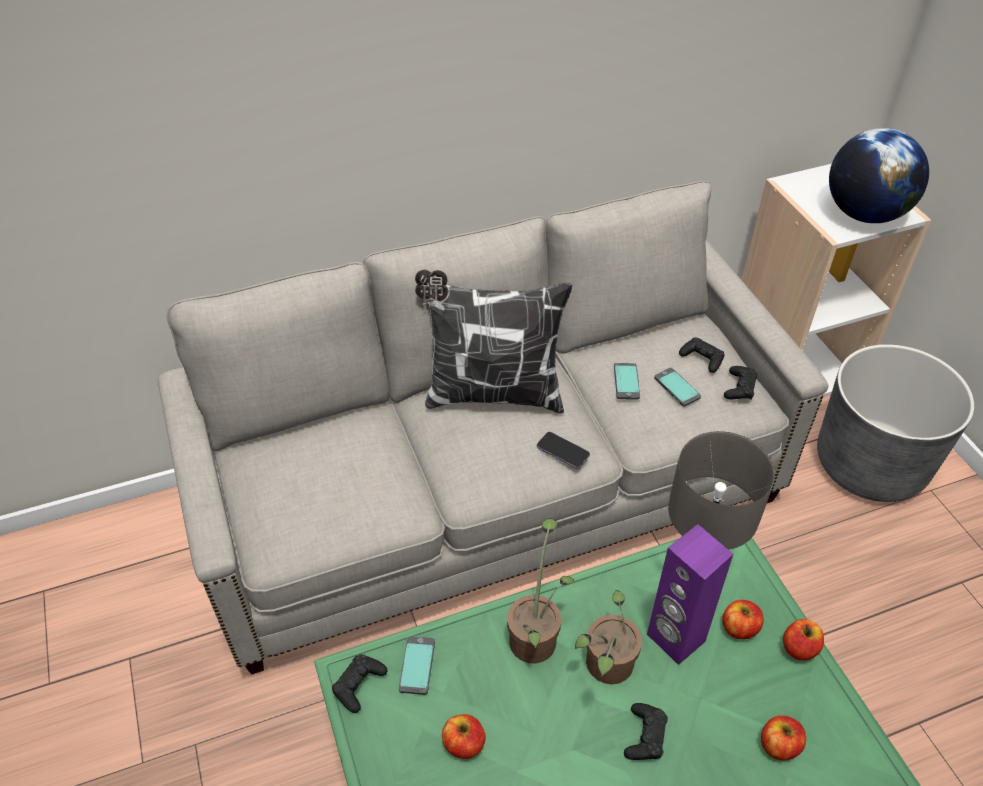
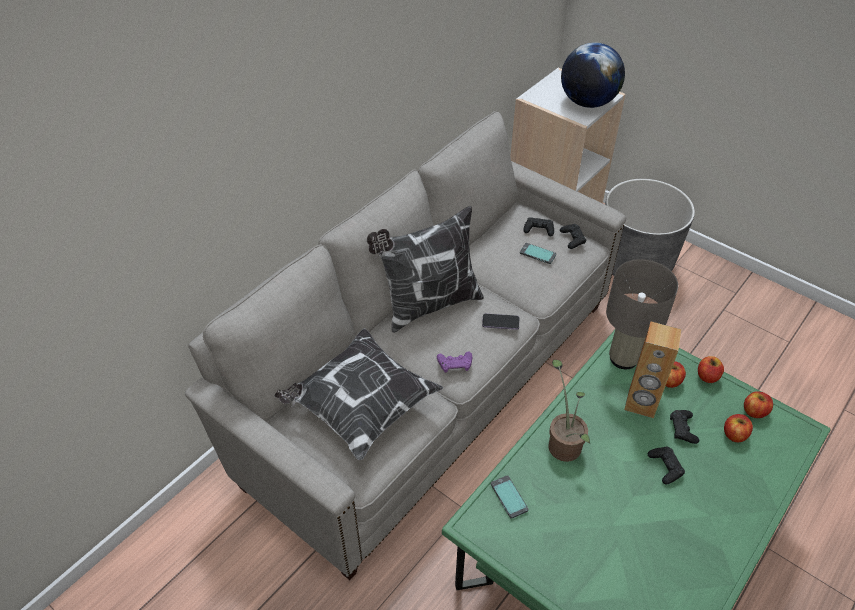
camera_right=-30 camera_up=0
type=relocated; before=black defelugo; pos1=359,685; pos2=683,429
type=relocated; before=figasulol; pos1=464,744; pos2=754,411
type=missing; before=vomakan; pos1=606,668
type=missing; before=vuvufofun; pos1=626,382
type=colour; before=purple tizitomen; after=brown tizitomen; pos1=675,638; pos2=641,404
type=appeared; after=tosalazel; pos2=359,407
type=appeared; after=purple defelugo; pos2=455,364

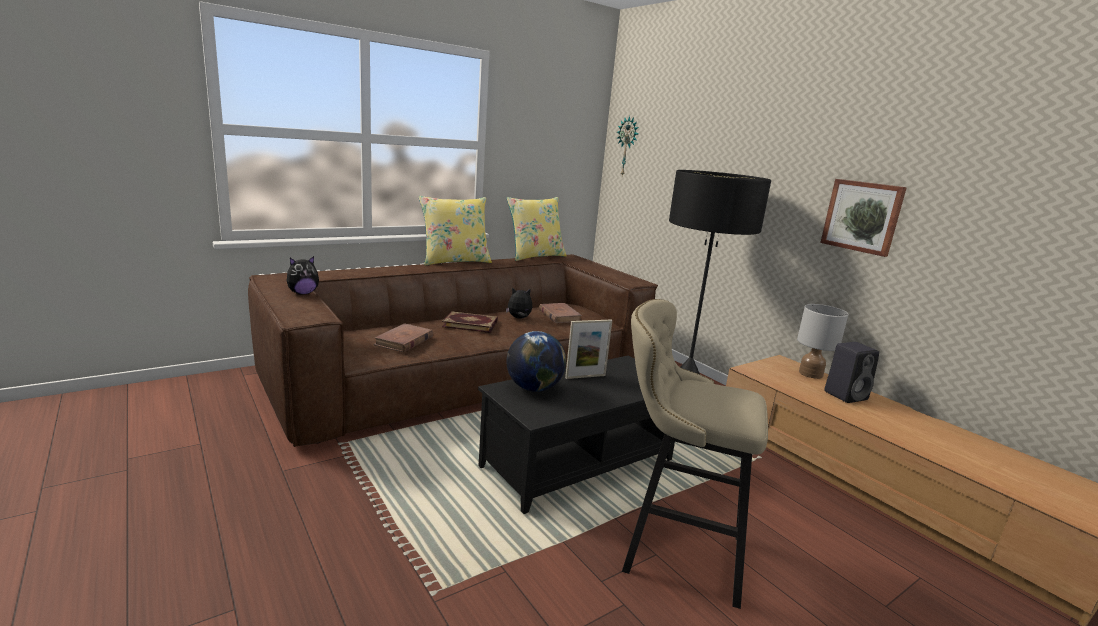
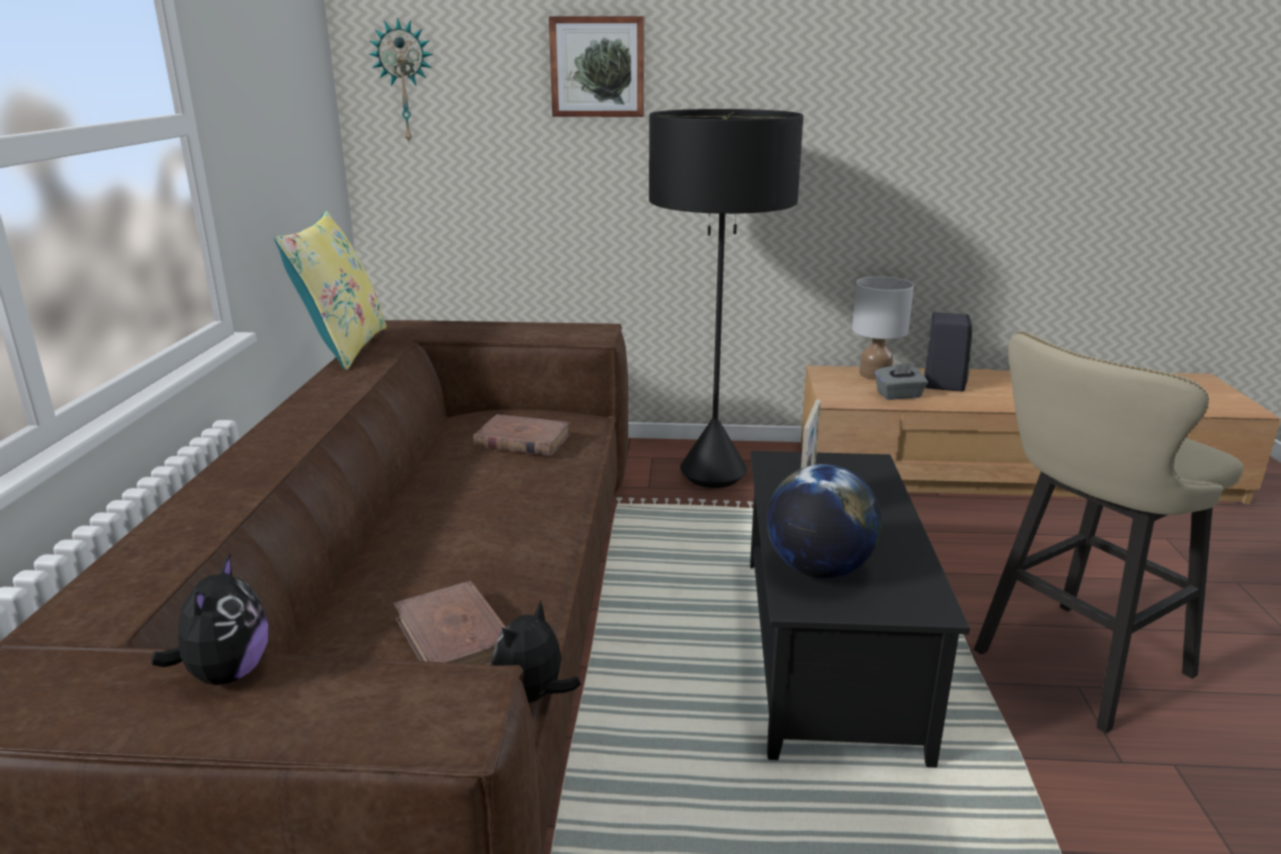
camera_right=-50 camera_up=5
type=missing; before=yellow tosalazel; pos1=455,261
type=missing; before=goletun; pos1=470,324
type=relocated; before=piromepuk; pos1=519,318; pos2=532,697
type=relocated; before=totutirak; pos1=862,216; pos2=597,67
type=appeared; after=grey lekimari; pos2=899,395

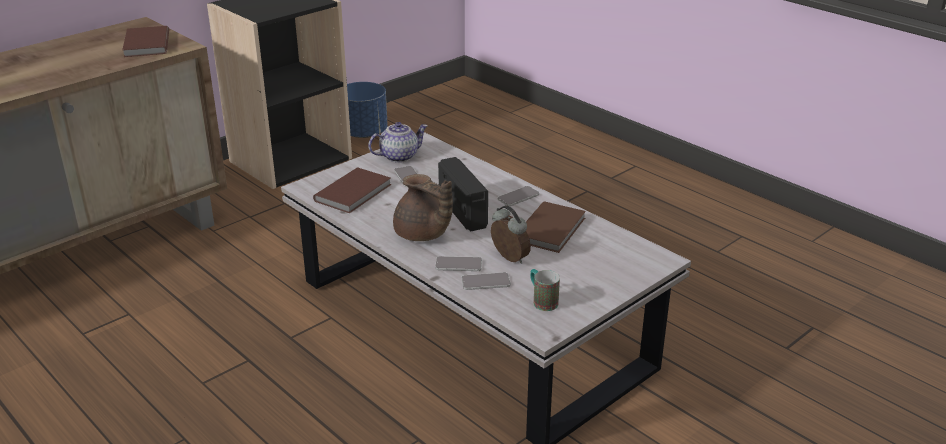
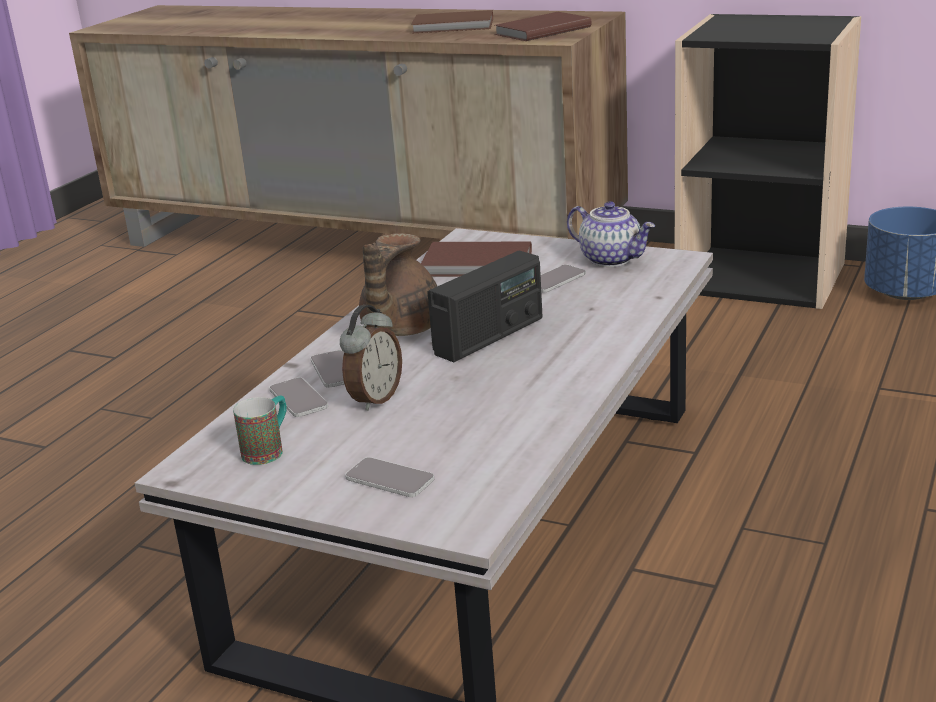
camera_right=70 camera_up=-5
type=relocated; before=vuvufofun; pos1=518,197; pos2=389,479
type=relocated; before=brown goletun; pos1=552,229; pos2=454,26

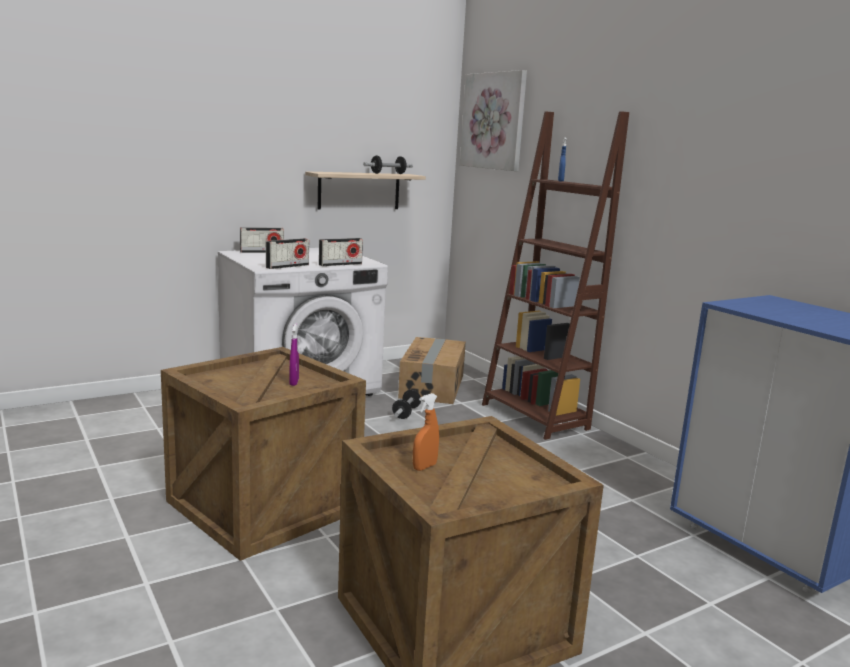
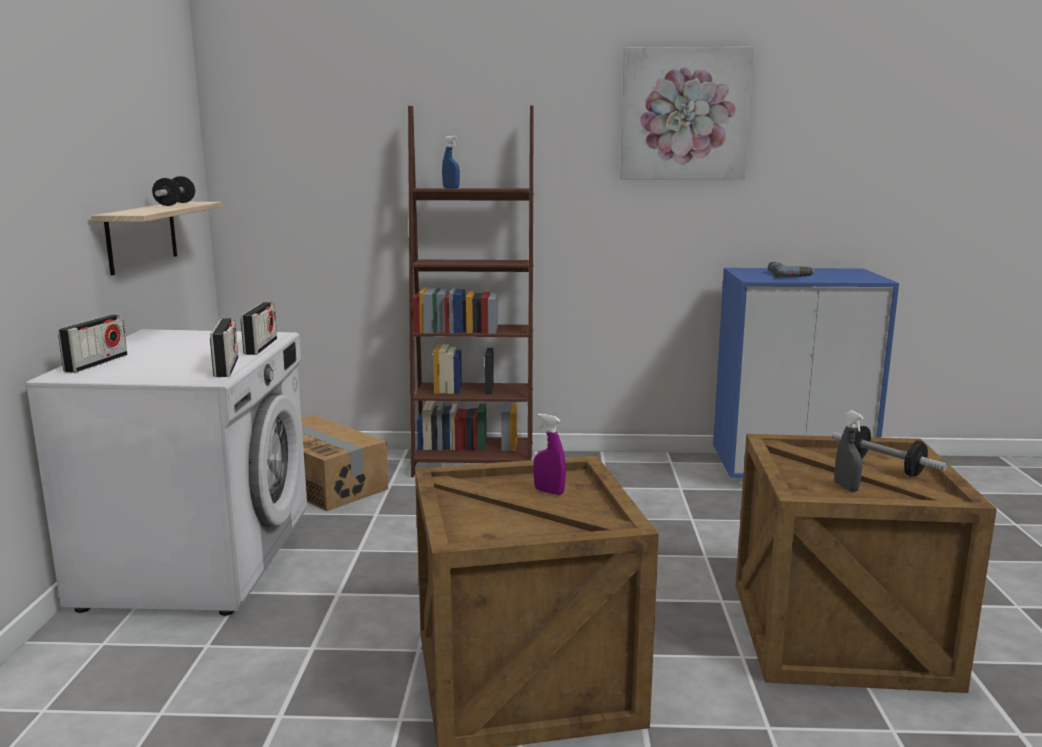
camera_right=-55 camera_up=0
type=relocated; before=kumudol; pos1=406,413; pos2=885,467
type=colour; before=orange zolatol; after=grey zolatol; pos1=424,467; pos2=846,487
type=relocated; before=totutirak; pos1=494,121; pos2=684,114
type=appeared; after=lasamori; pos2=787,275

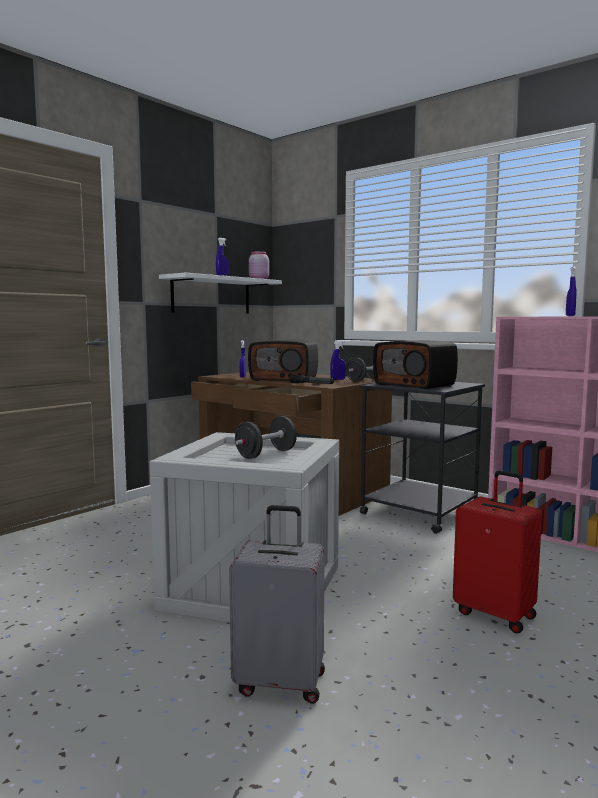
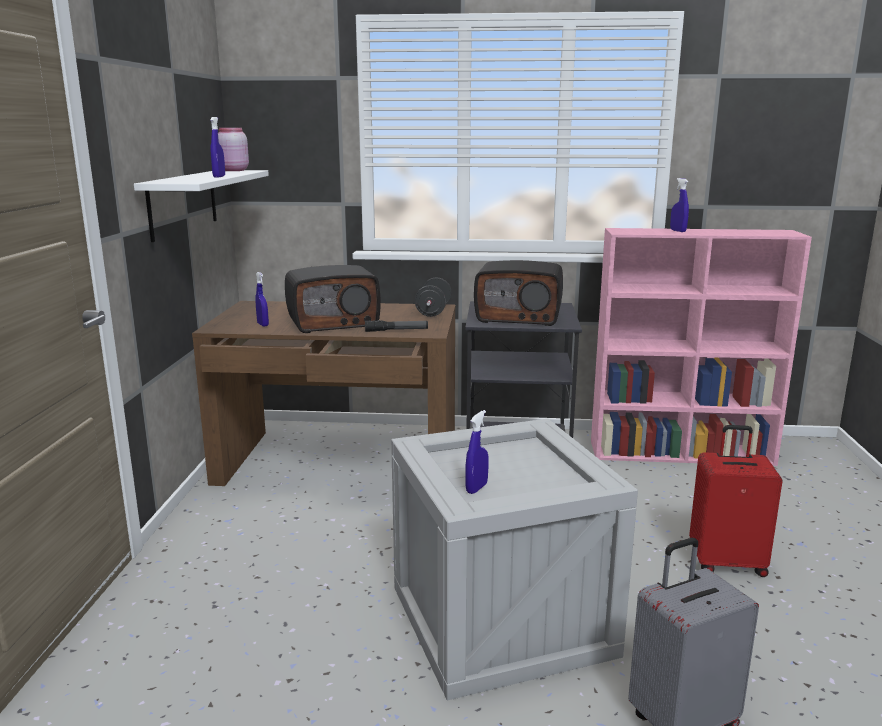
camera_right=-35 camera_up=10
type=missing; before=black kumudol; pos1=266,454
type=relocated; before=blue zolatol; pos1=338,379; pos2=476,488

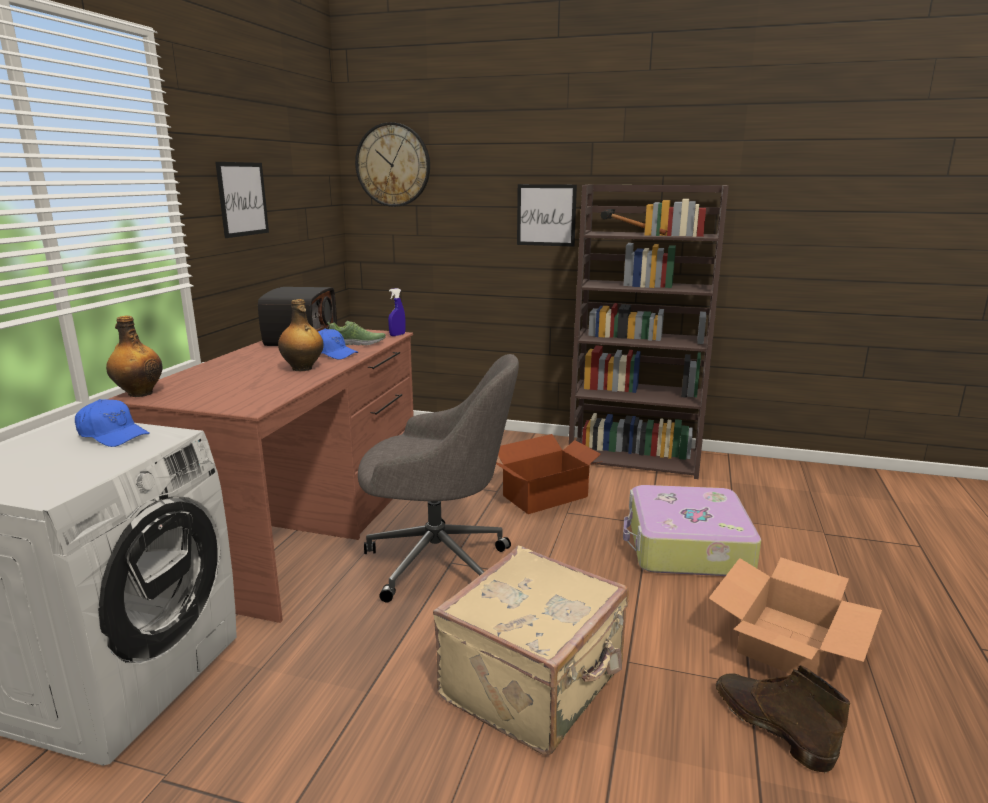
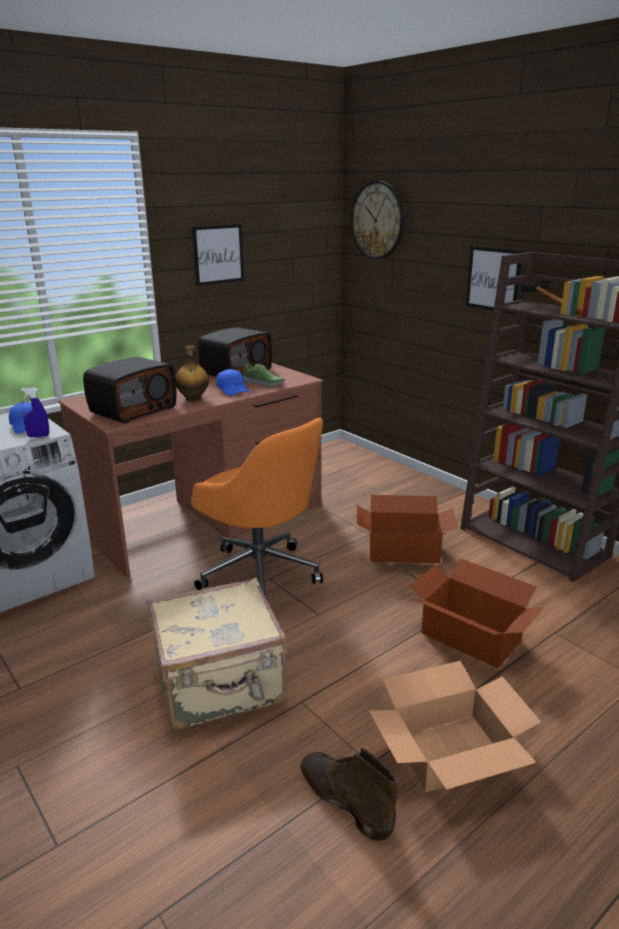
camera_right=35 camera_up=5
type=missing; before=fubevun; pos1=139,393
type=colour; before=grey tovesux; after=orange tovesux; pos1=438,562; pos2=261,575
type=relocated; before=blue zolatol; pos1=397,335; pos2=38,436
type=exchanged; before=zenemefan; after=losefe; pos1=686,547; pos2=470,638
type=spun; before=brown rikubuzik; pos1=770,725; pos2=344,798; turn=-45
type=appeared; after=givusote; pos2=133,410

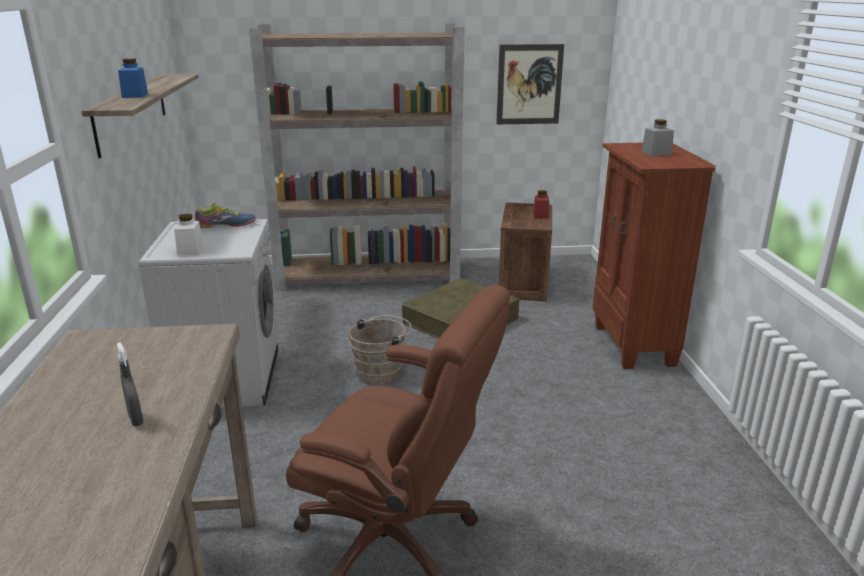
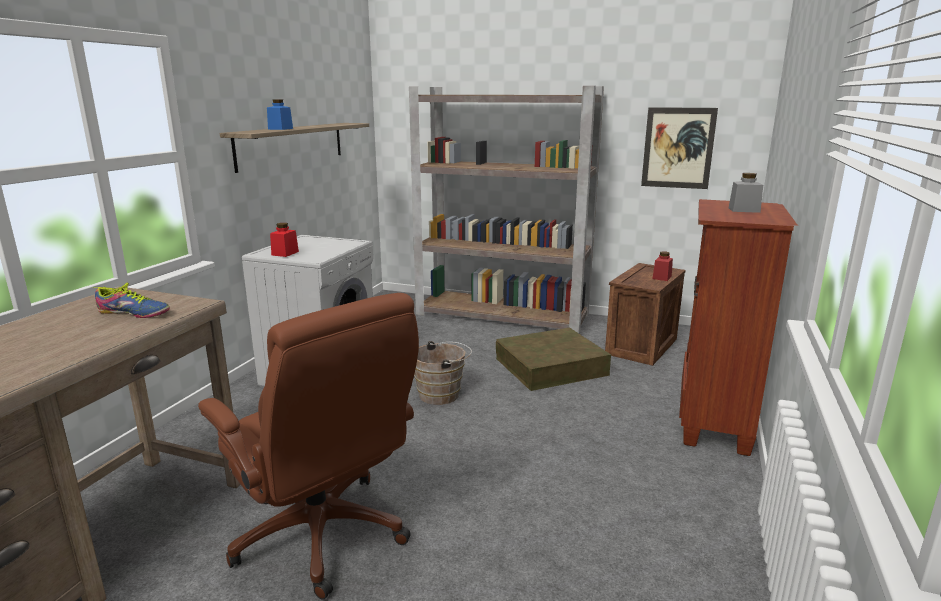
camera_right=25 camera_up=-5
type=missing; before=grey zolatol; pos1=136,419
type=colour; before=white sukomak; after=red sukomak; pos1=190,250; pos2=285,253
type=relocated; before=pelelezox; pos1=226,224; pos2=134,313

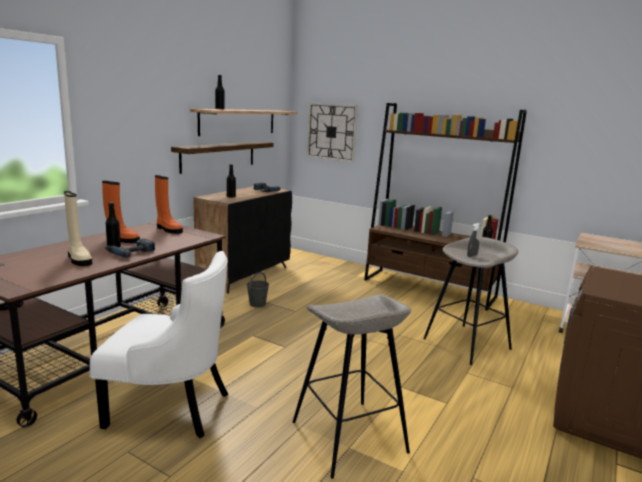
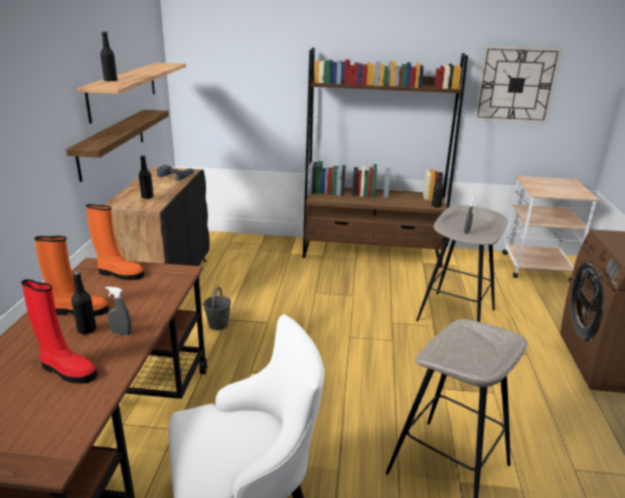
camera_right=-25 camera_up=10
type=colour; before=beige rikubuzik; after=red rikubuzik; pos1=78,259; pos2=67,371
type=exchanged; before=lasamori; after=grey zolatol; pos1=130,252; pos2=121,333
type=relocated; before=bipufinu; pos1=331,132; pos2=516,85

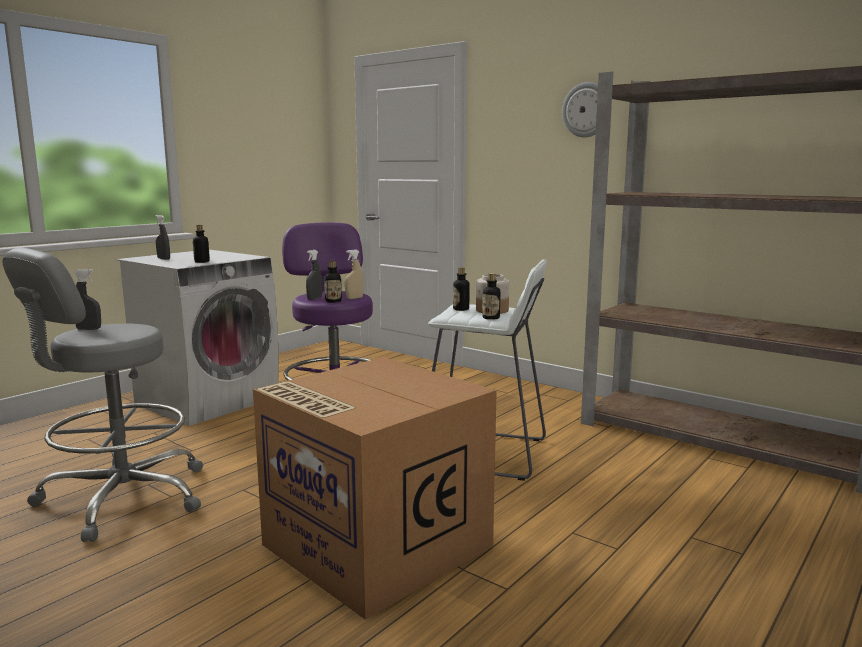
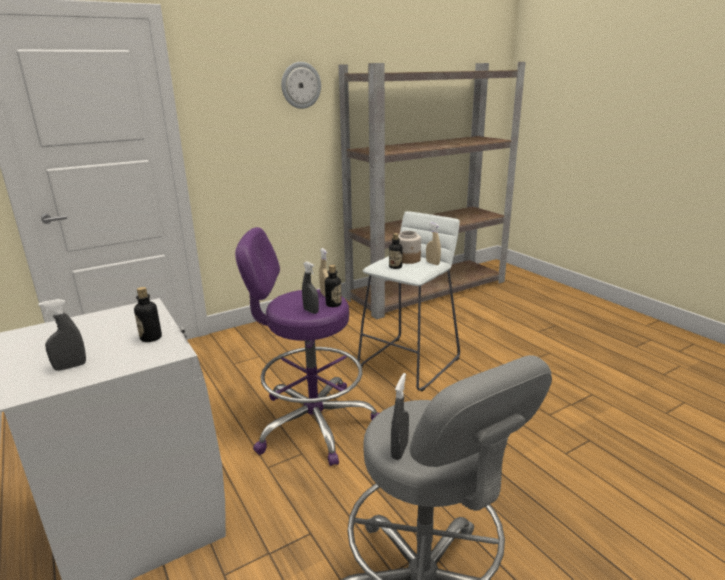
camera_right=-70 camera_up=10
type=missing; before=losefe; pos1=373,545
type=exchanged; before=fubevun; after=beige zolatol; pos1=491,318; pos2=432,263

